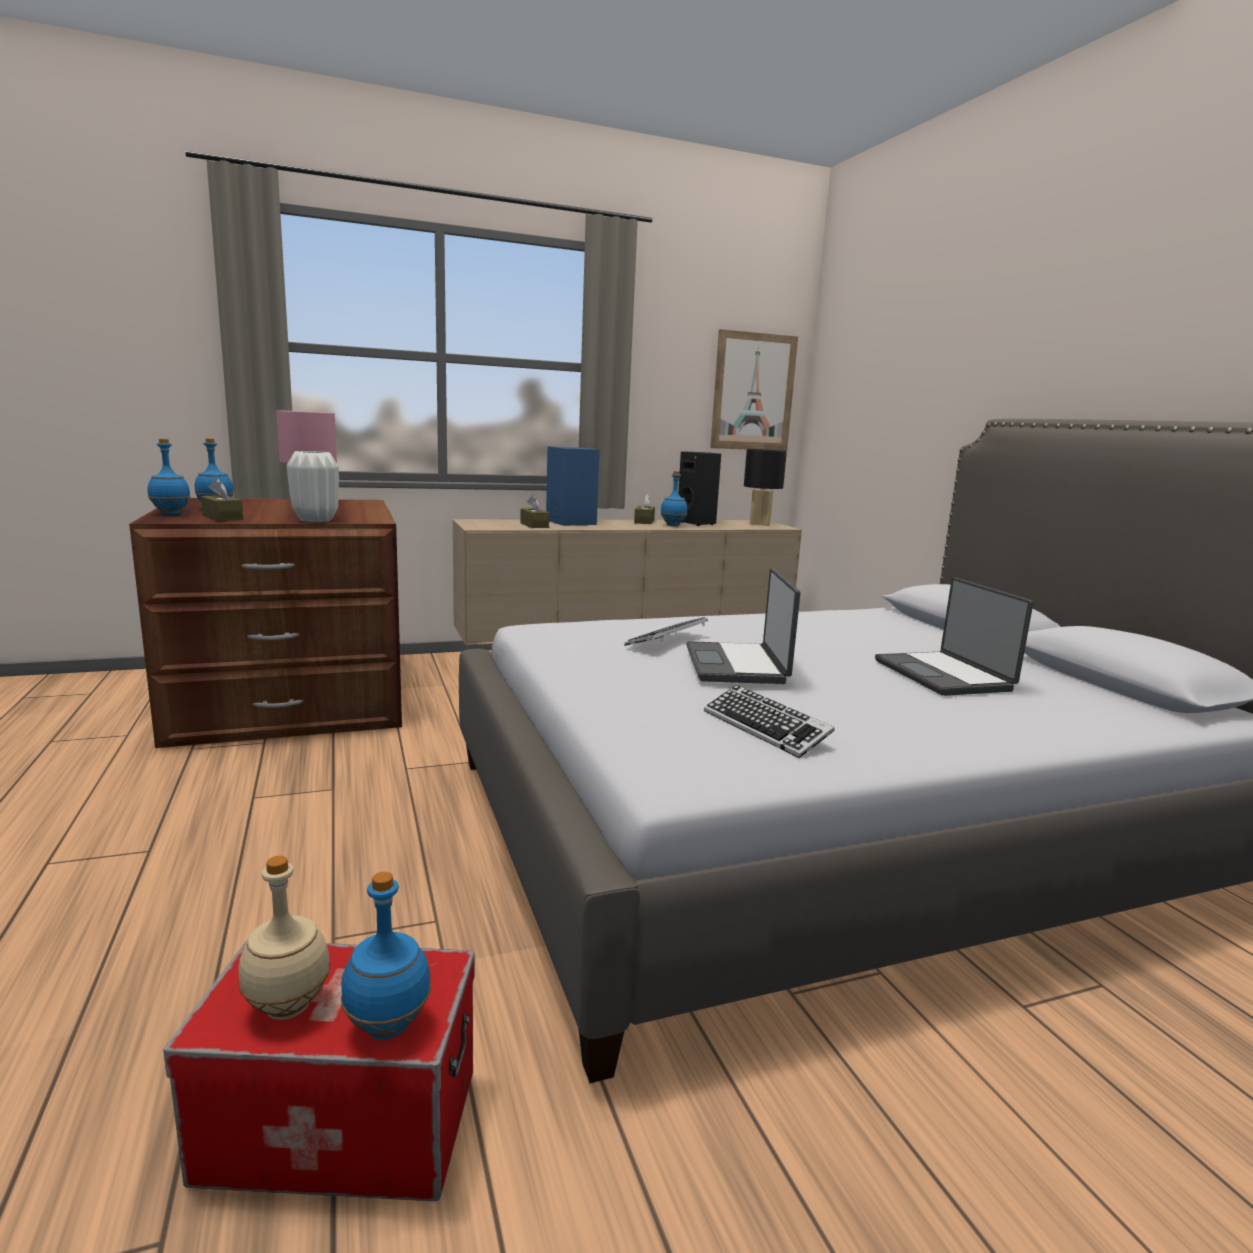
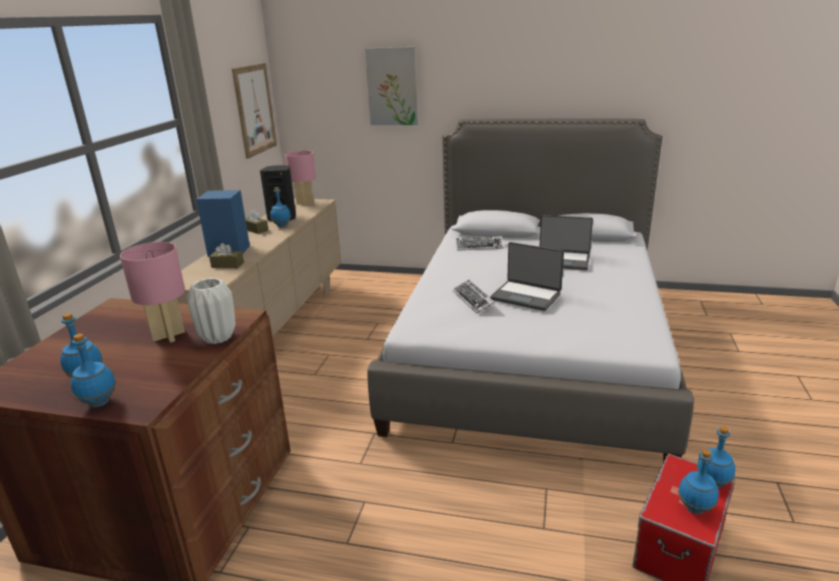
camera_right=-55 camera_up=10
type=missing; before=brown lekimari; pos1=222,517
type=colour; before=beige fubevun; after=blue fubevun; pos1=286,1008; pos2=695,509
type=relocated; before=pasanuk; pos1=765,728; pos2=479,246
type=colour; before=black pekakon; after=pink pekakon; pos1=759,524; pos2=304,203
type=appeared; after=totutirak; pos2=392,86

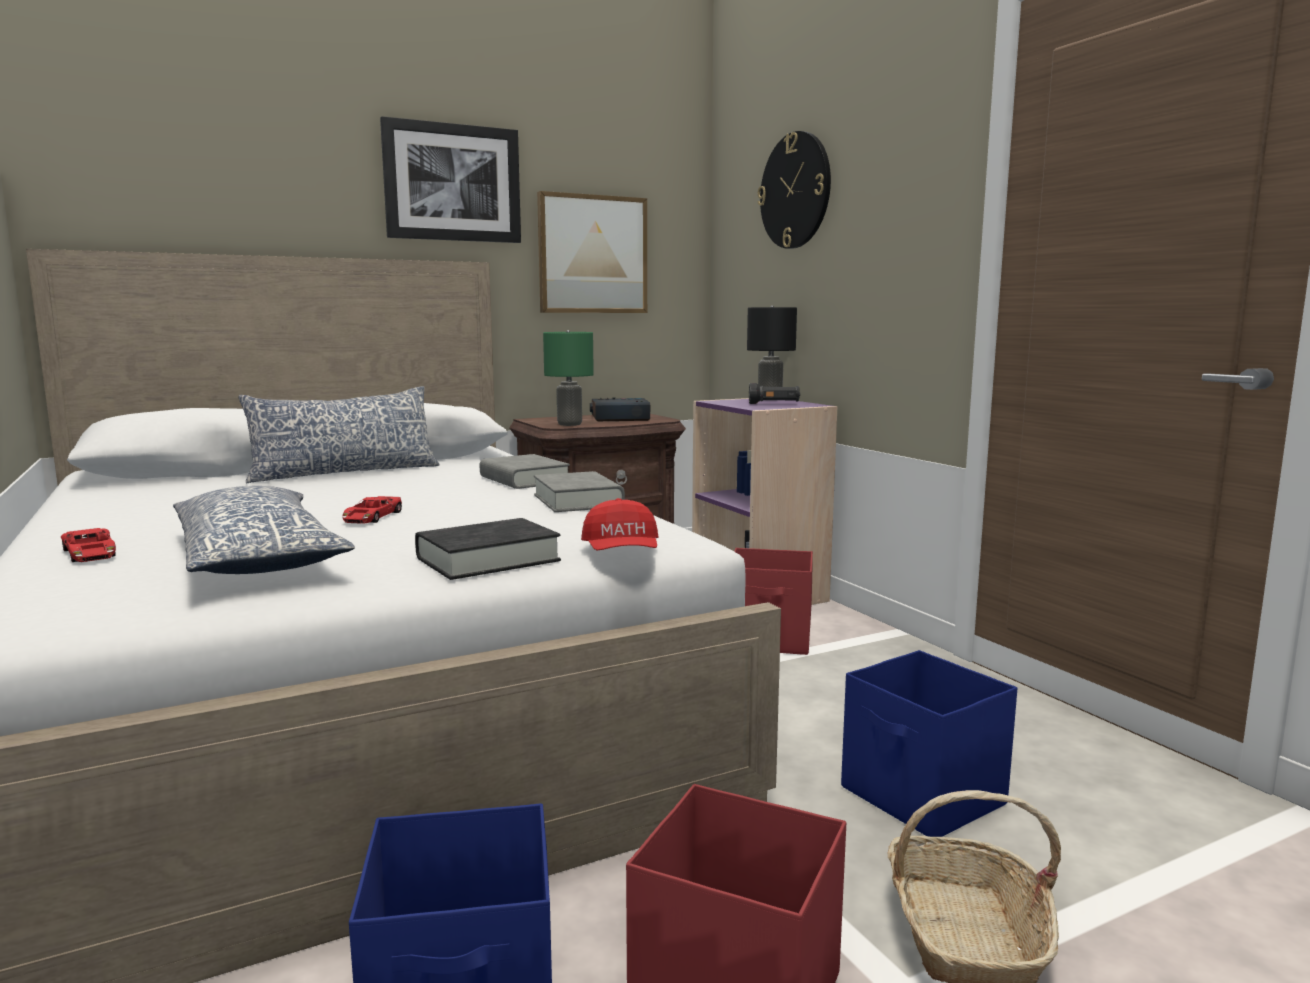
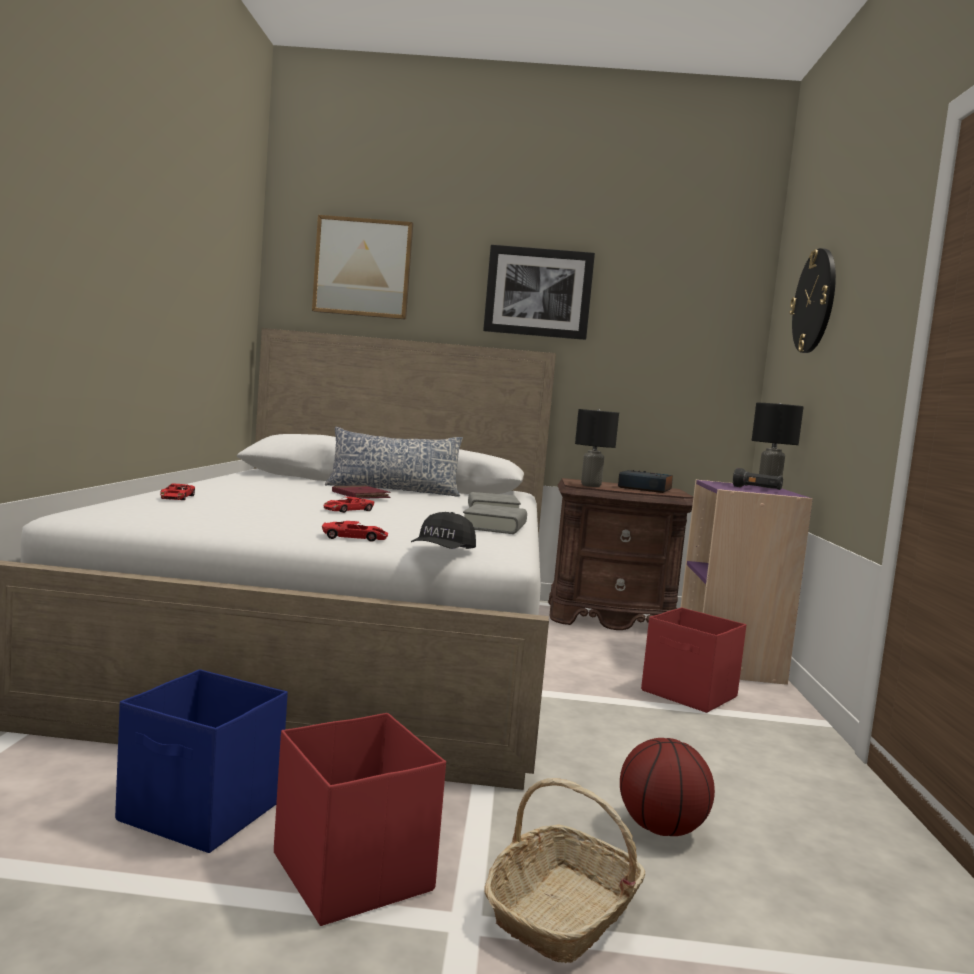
camera_right=30 camera_up=-5
type=missing; before=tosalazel; pos1=258,557
type=exchanged; before=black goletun; after=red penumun; pos1=488,559; pos2=355,538
type=relocated; before=totutirak; pos1=592,255; pos2=363,268
type=colour; before=green pekakon; after=black pekakon; pos1=569,424; pos2=591,486
type=colour; before=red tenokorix; after=black tenokorix; pos1=622,553; pos2=442,552
type=exchanged; before=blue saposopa; after=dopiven; pos1=923,797; pos2=662,829
type=appeared; after=red goletun; pos2=360,496

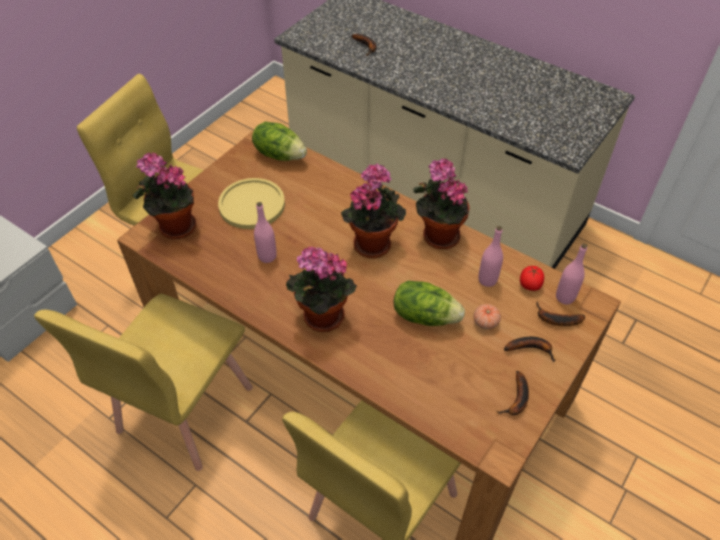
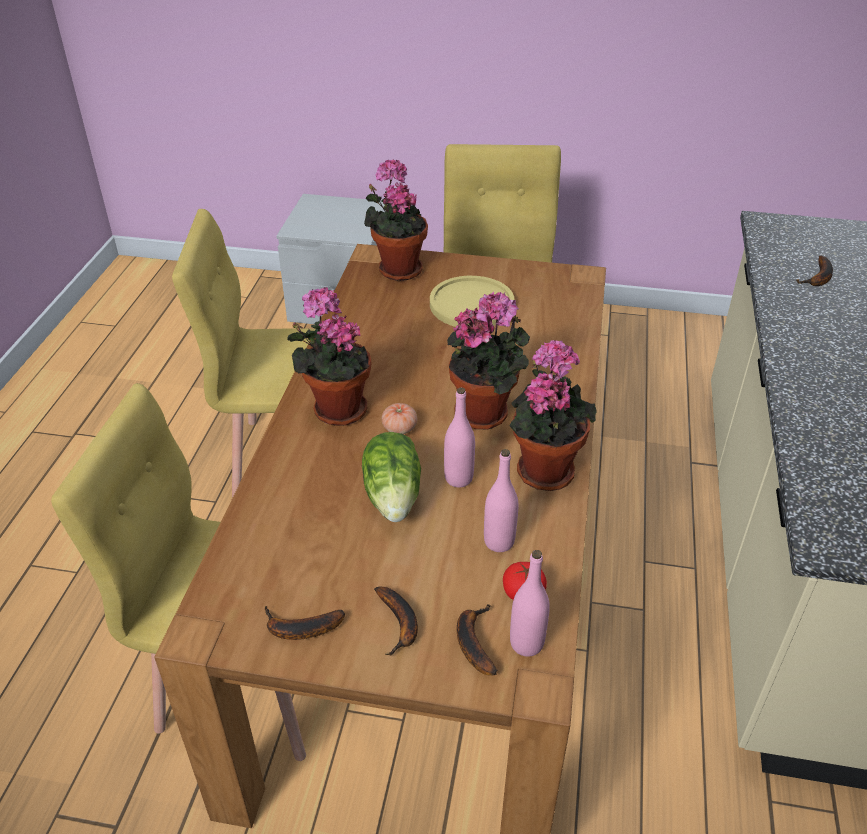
camera_right=65 camera_up=-10
type=missing; before=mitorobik; pos1=280,154
type=relocated; before=pink fubevun; pos1=267,256; pos2=458,478
type=relocated; before=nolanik; pos1=485,322; pos2=399,428

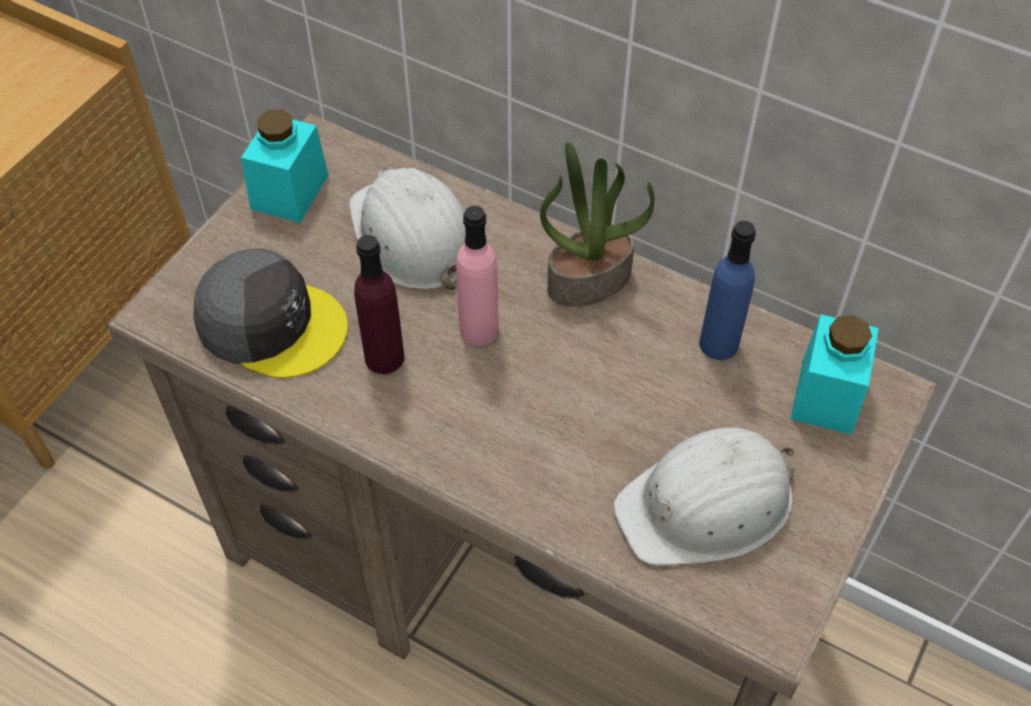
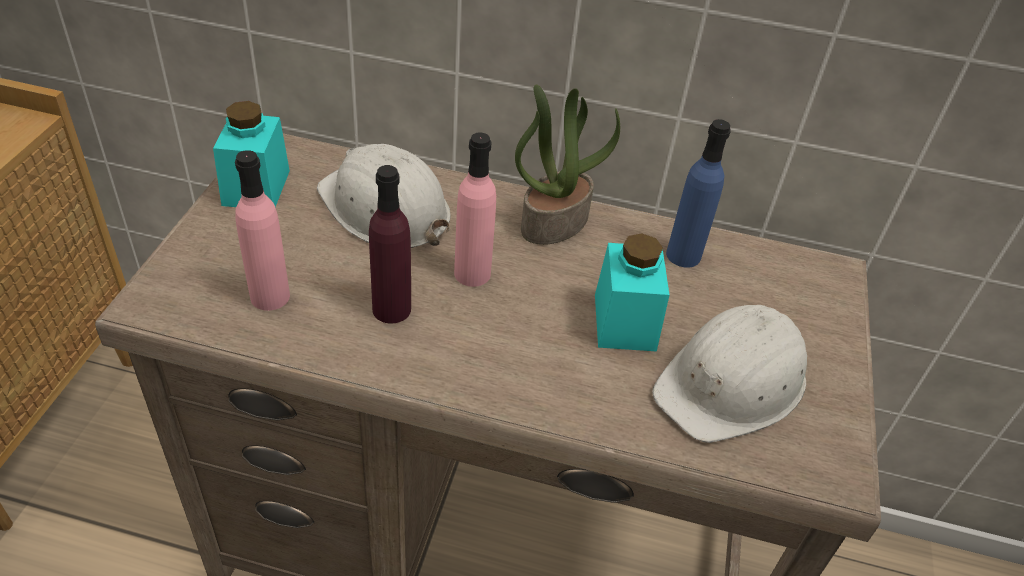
camera_right=-20 camera_up=-10
type=exchanged; before=grey tenokorix; after=pink fubevun; pos1=271,323; pos2=270,296
type=relocated; before=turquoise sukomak; pos1=827,395; pos2=624,322

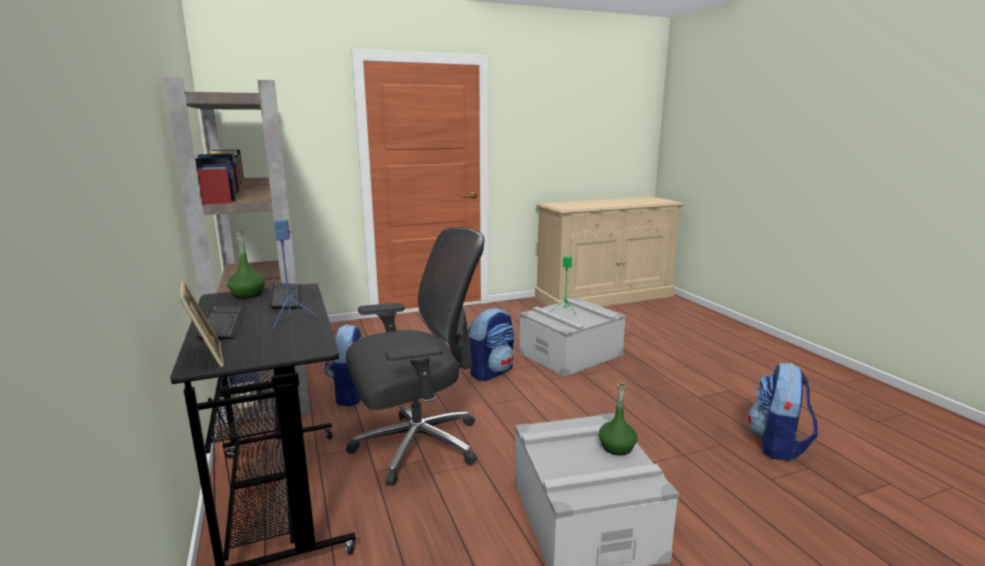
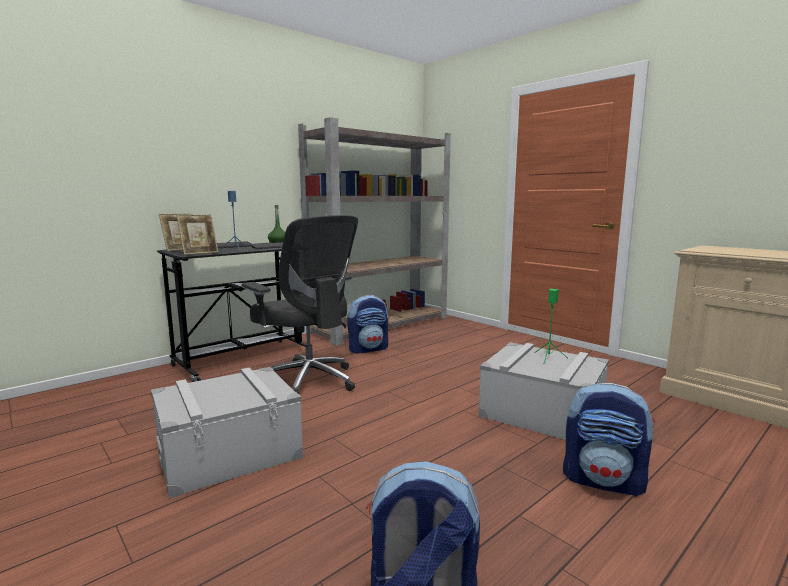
camera_right=70 camera_up=-5
type=relocated; before=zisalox; pos1=492,372; pos2=604,481
type=missing; before=green fubevun; pos1=617,447
type=appeared; after=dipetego; pos2=199,253

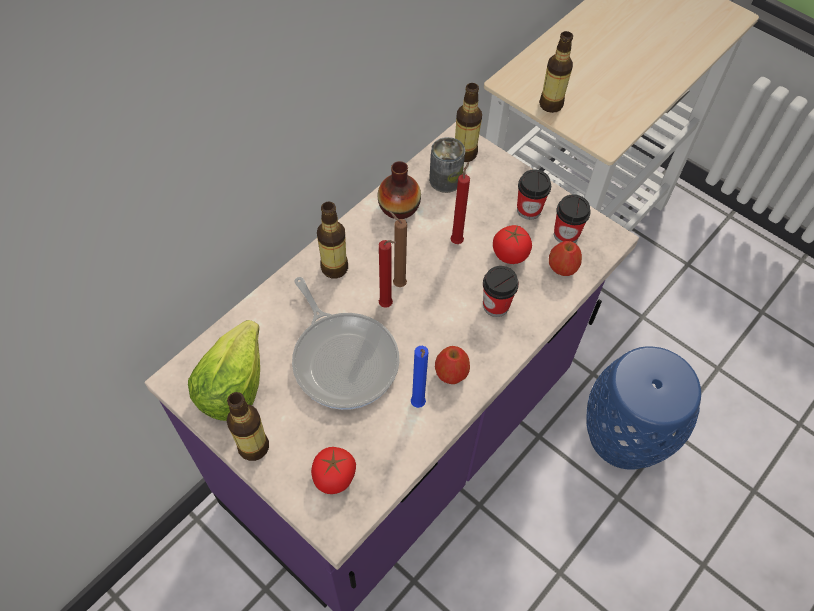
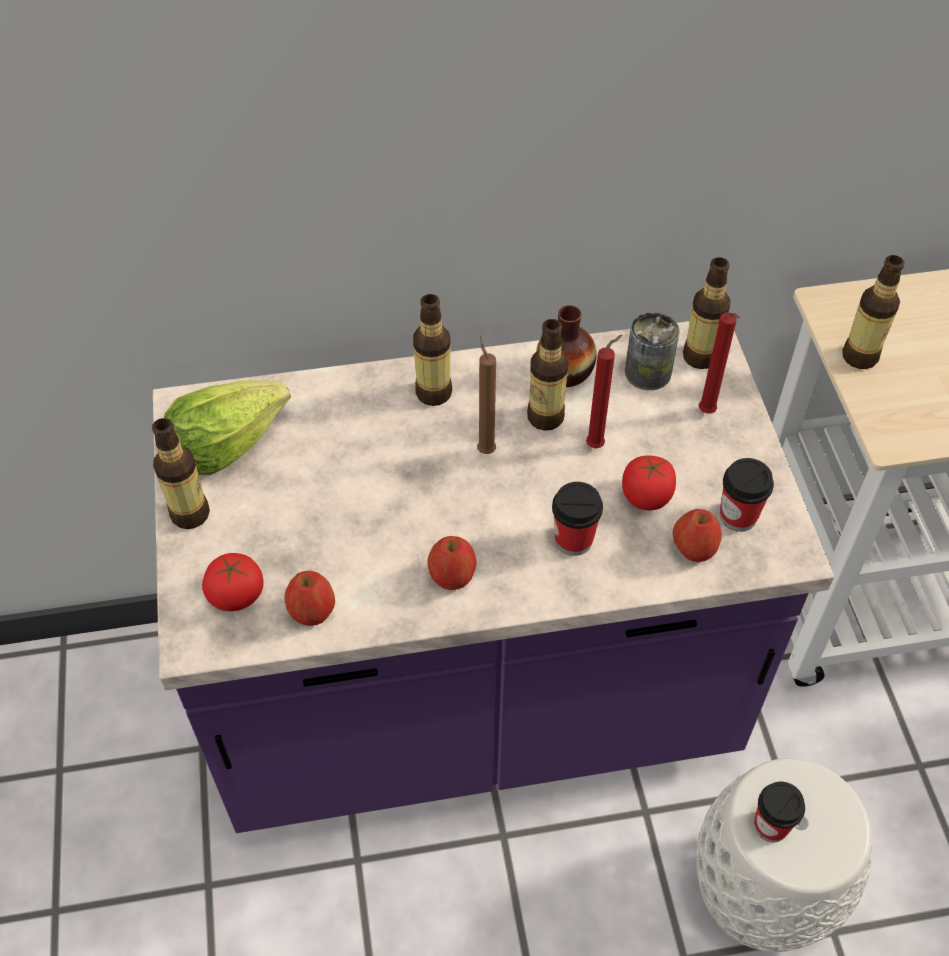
camera_right=40 camera_up=-5
type=missing; before=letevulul; pos1=343,359
type=relocated; before=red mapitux; pos1=387,306; pos2=707,414
type=missing; before=blue mapitux; pos1=417,406
type=relocated; before=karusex; pos1=529,210; pos2=771,825
type=colour; before=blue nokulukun; after=white nokulukun; pos1=624,435; pos2=762,891
type=appeared; after=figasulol; pos2=312,612
type=appeared; after=fubevun; pos2=545,417

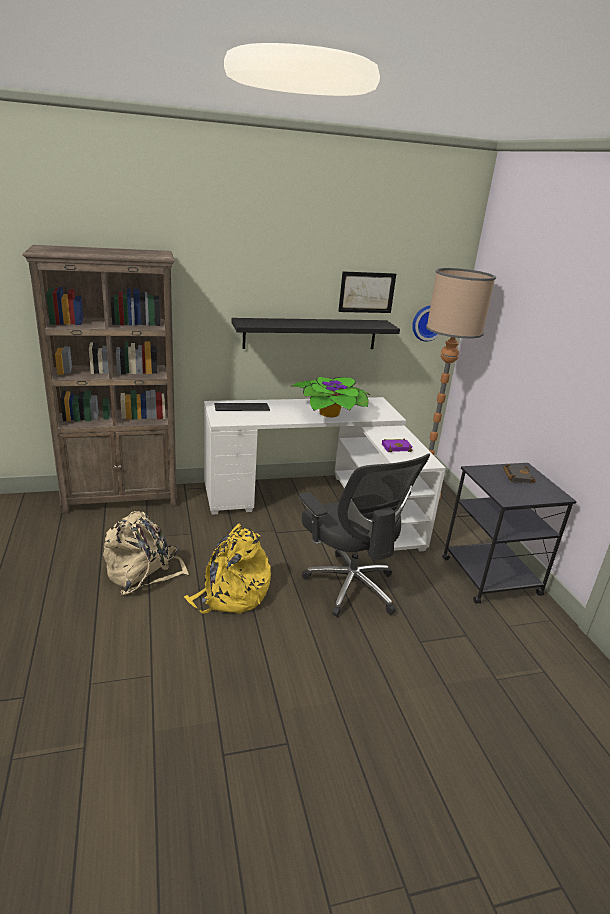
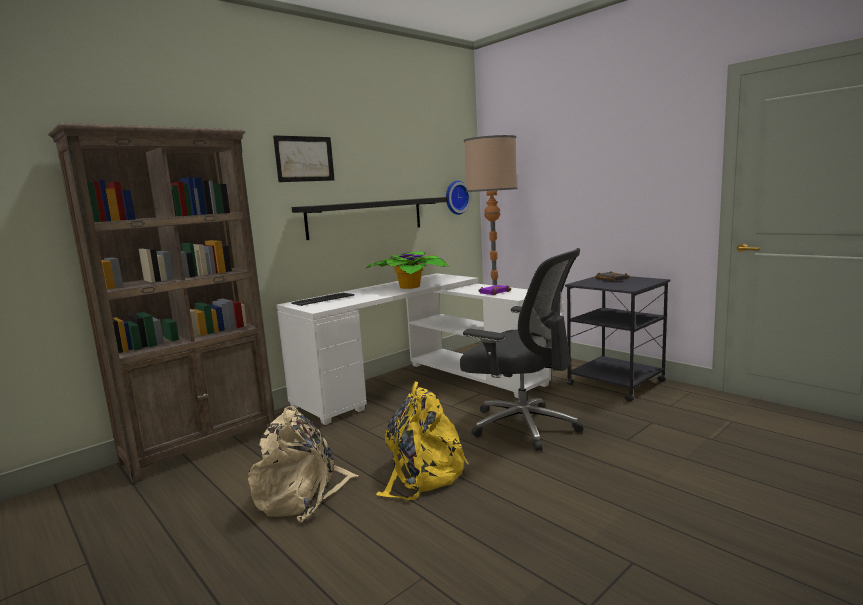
camera_right=-25 camera_up=-15
type=relocated; before=totutirak; pos1=367,292; pos2=304,159

